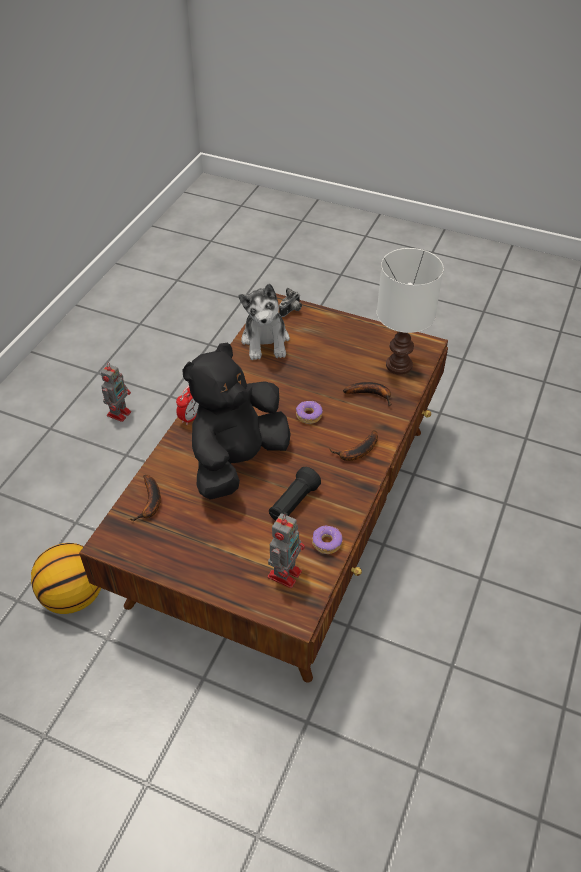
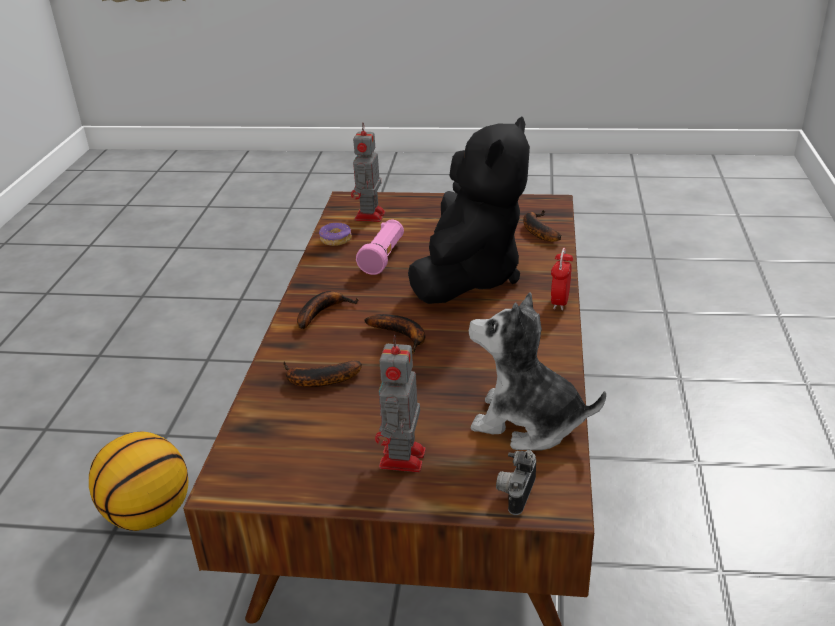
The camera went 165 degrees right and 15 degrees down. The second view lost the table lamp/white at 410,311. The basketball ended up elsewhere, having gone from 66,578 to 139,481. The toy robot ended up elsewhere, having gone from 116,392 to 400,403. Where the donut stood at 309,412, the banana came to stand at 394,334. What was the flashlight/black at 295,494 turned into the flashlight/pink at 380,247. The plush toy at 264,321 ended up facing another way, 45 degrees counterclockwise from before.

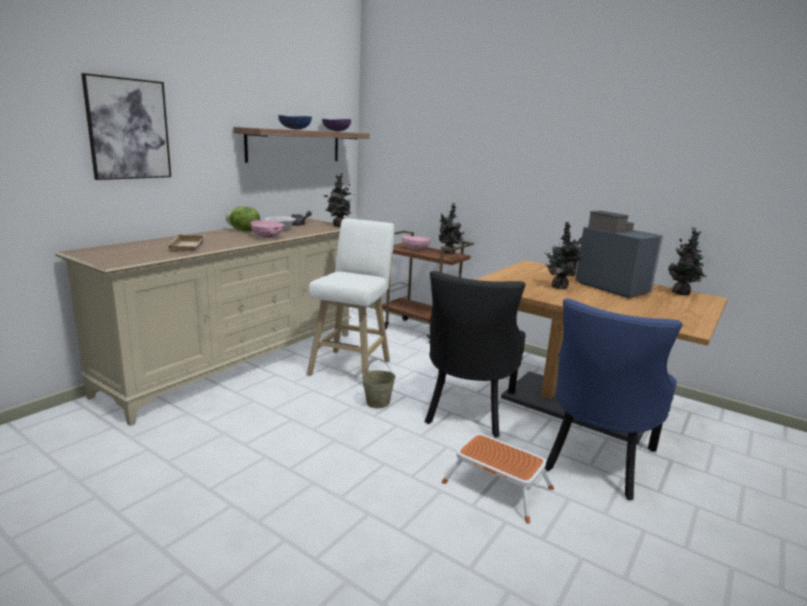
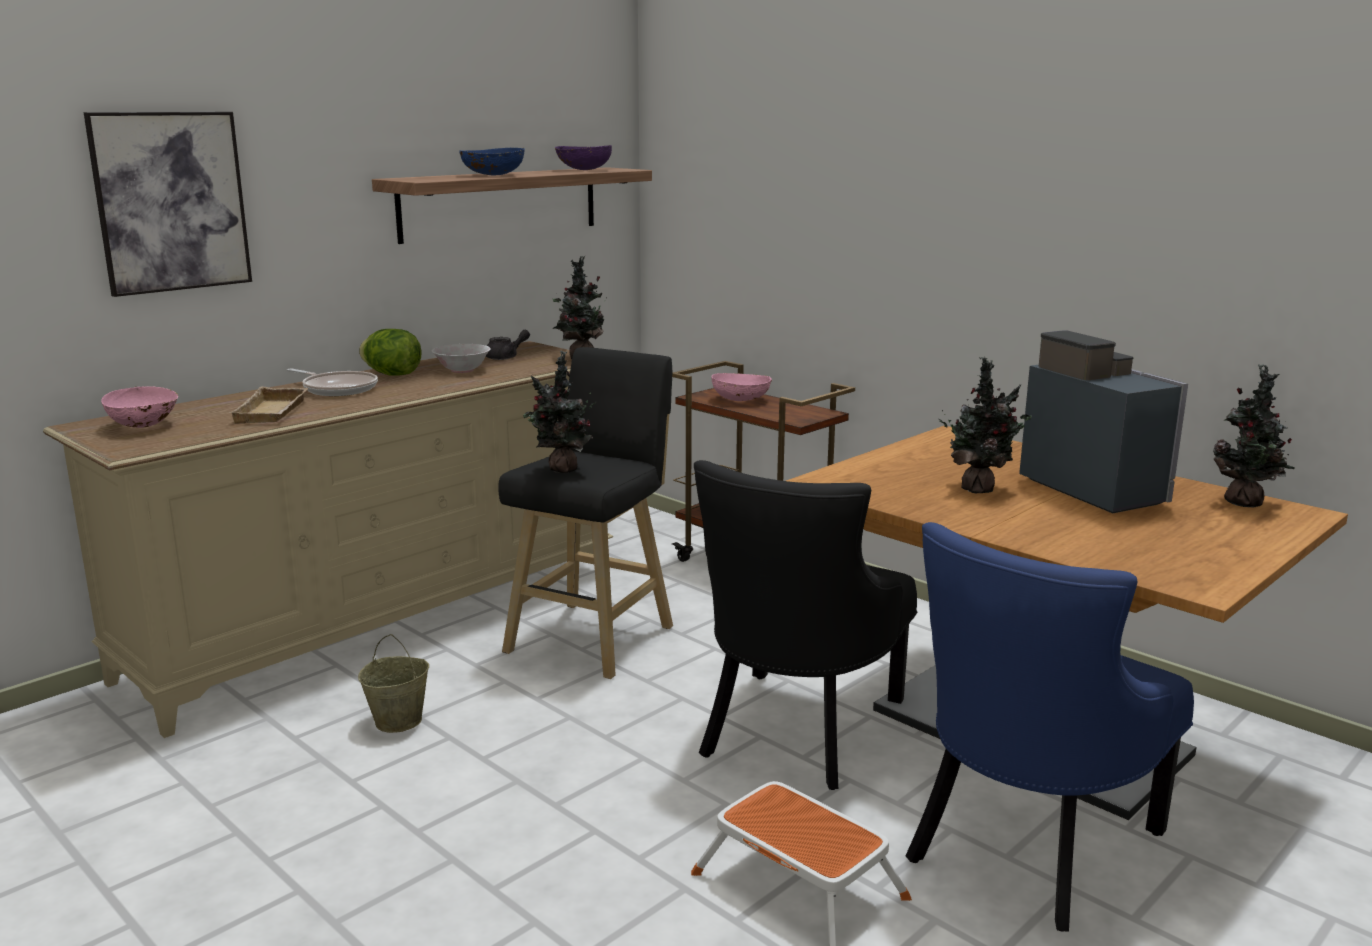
The camera went 10 degrees right and 0 degrees up. The second view gained the frying pan at 332,382. The bowl/pink ended up elsewhere, having gone from 268,229 to 139,407. The bucket/beige ended up elsewhere, having gone from 379,383 to 393,683. The potted plant ended up elsewhere, having gone from 451,228 to 560,412. What was the stool/white at 350,302 turned into the stool/black at 585,513.

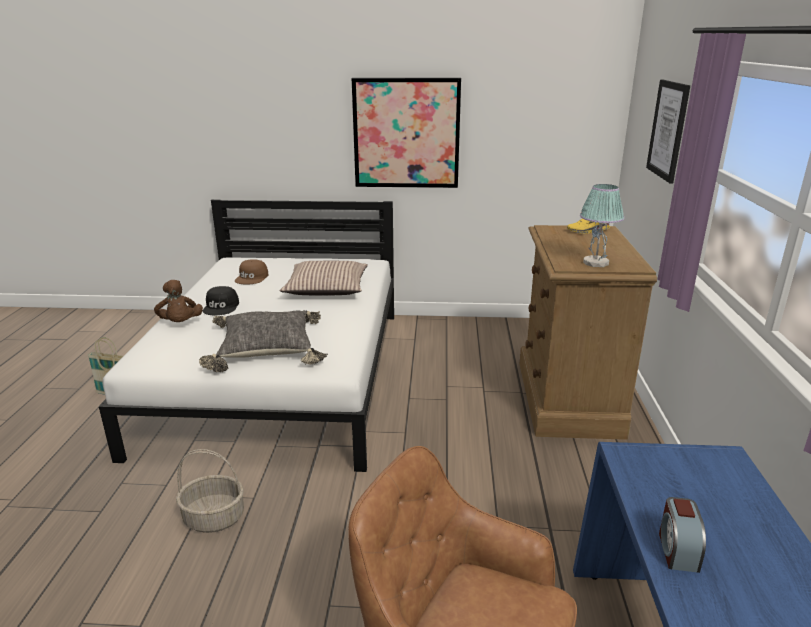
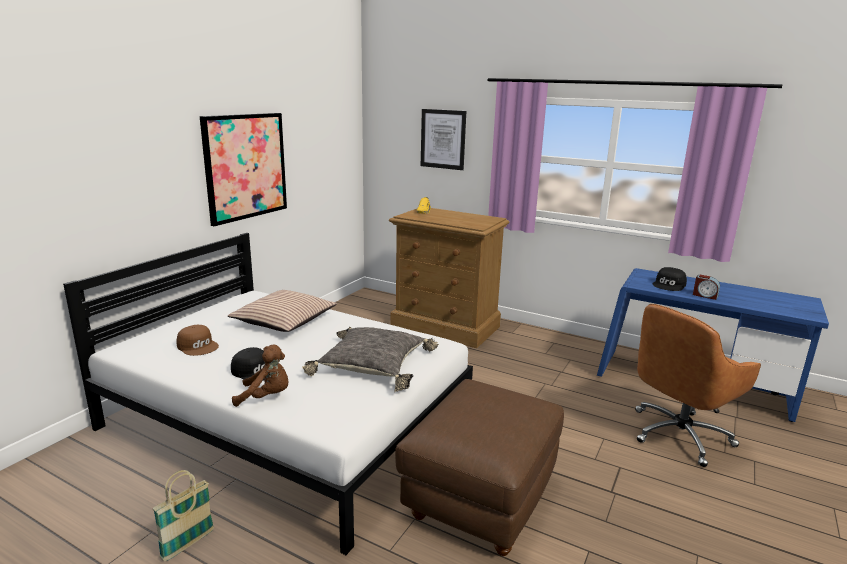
The camera went 65 degrees left and 5 degrees down. The second view lost the table lamp at 602,225. The second view gained the cap/black at 669,279. Where the basket stood at 210,491, the ottoman/brown came to stand at 479,467.

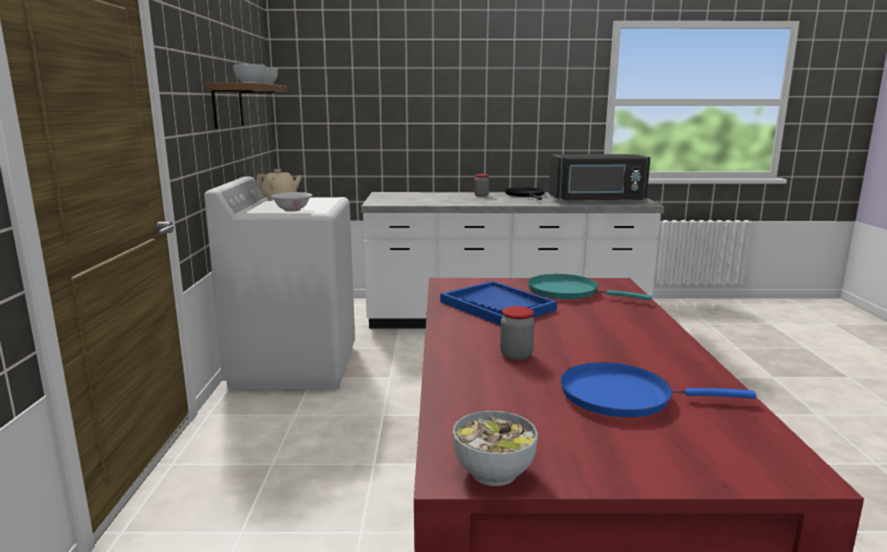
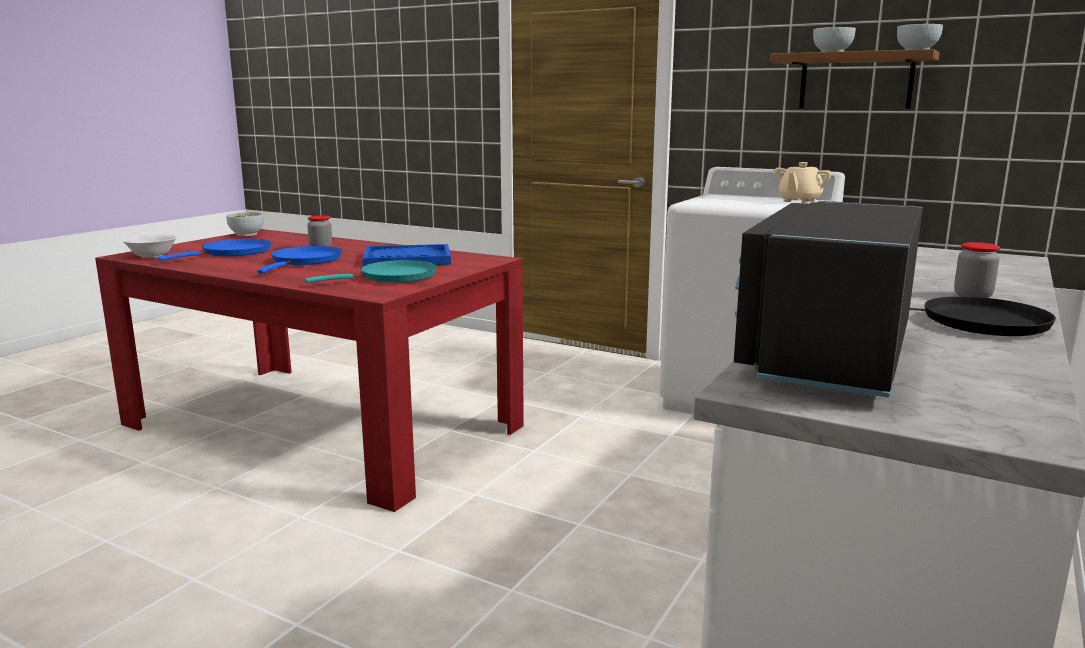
The camera went 120 degrees right and 0 degrees up. The second view gained the frying pan/blue at 299,259. The bowl/white ended up elsewhere, having gone from 291,202 to 149,246.

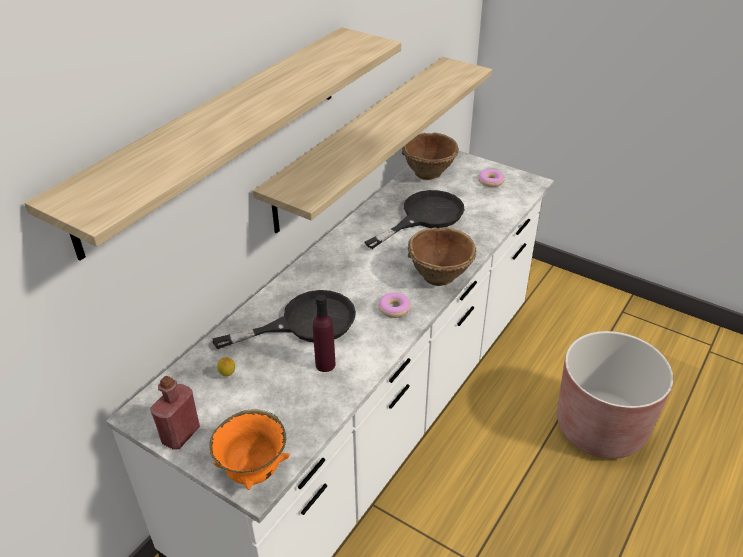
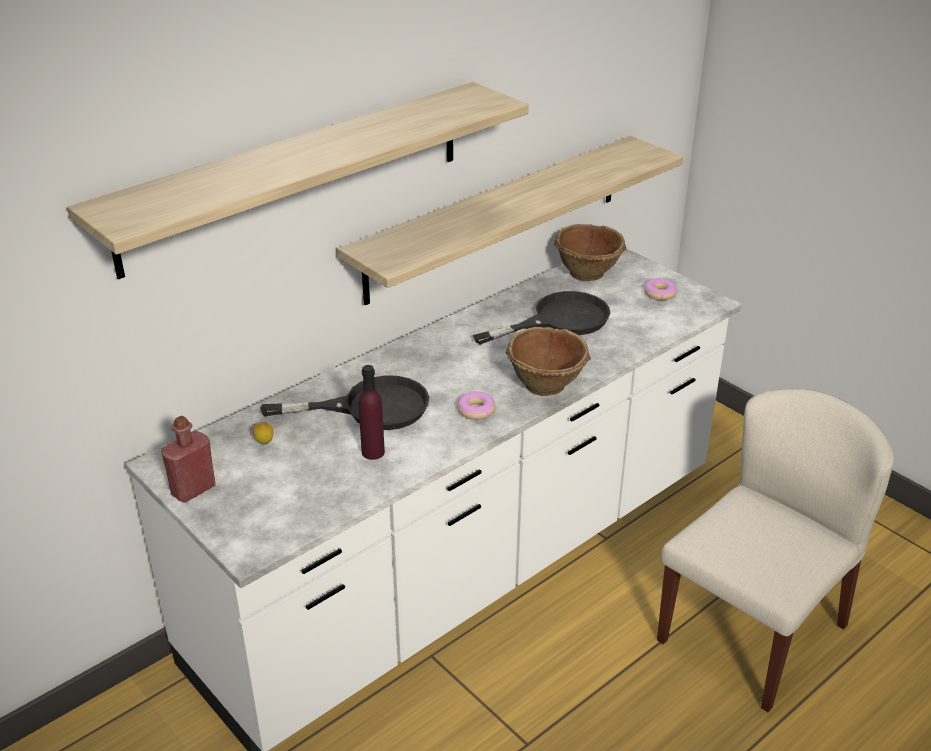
The camera went 15 degrees right and 5 degrees down. The second view lost the bowl/orange at 249,449. Where the planter/brown stood at 615,395, the chair/beige came to stand at 775,550.

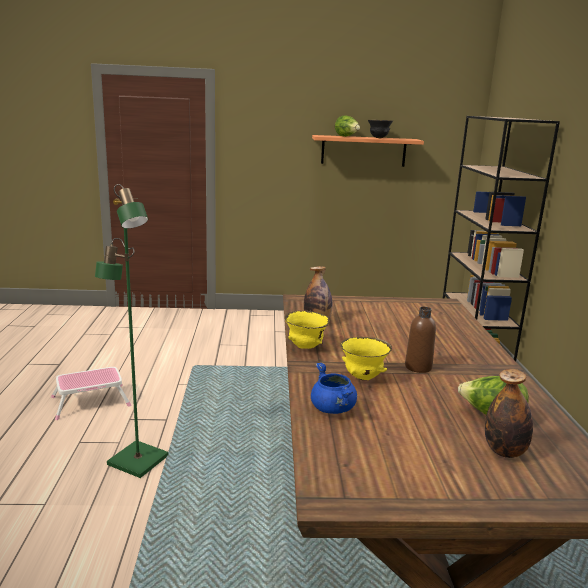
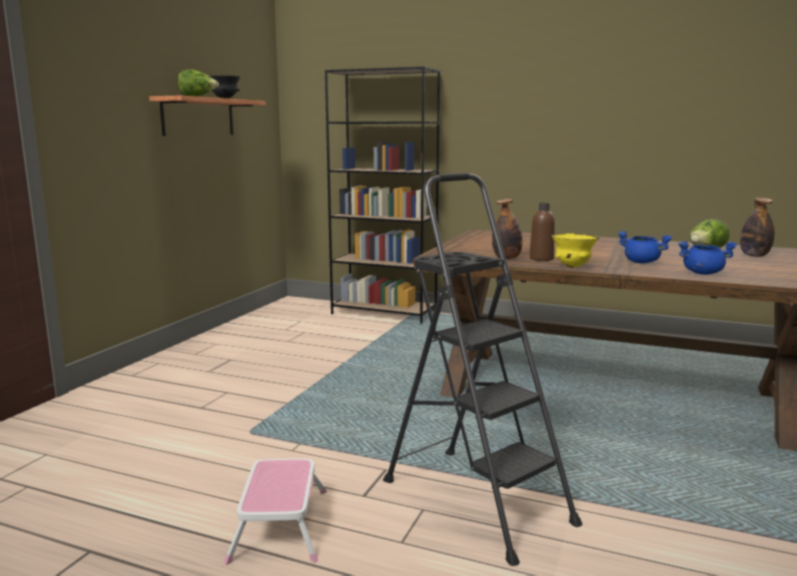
The camera went 65 degrees left and 5 degrees down. The bottle/brown ended up elsewhere, having gone from 420,340 to 542,232. Where the floor lamp/green stood at 131,331, the step ladder came to stand at 482,369. Where the bowl/yellow stood at 366,358, the cooking pot/blue came to stand at 645,247.

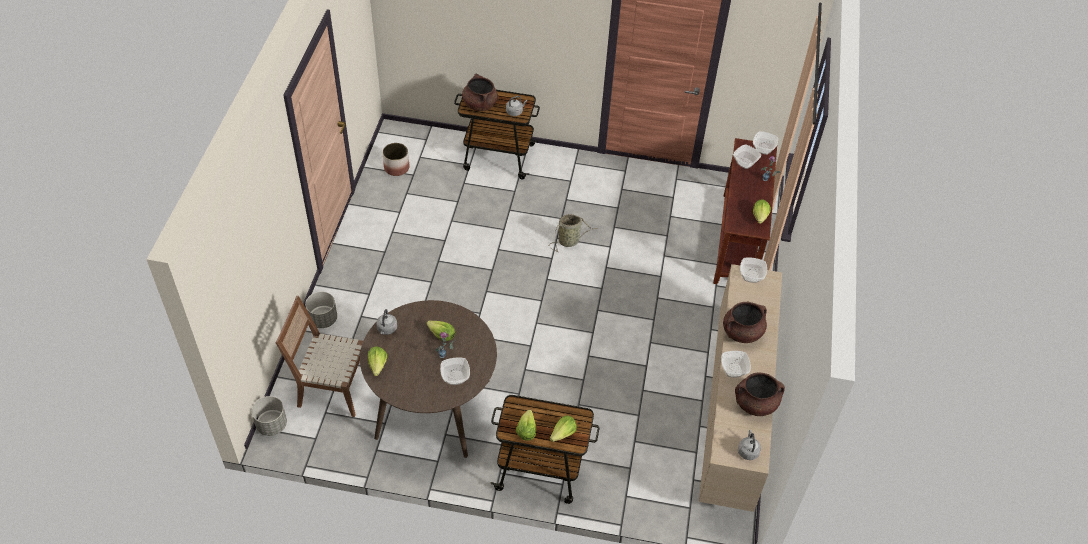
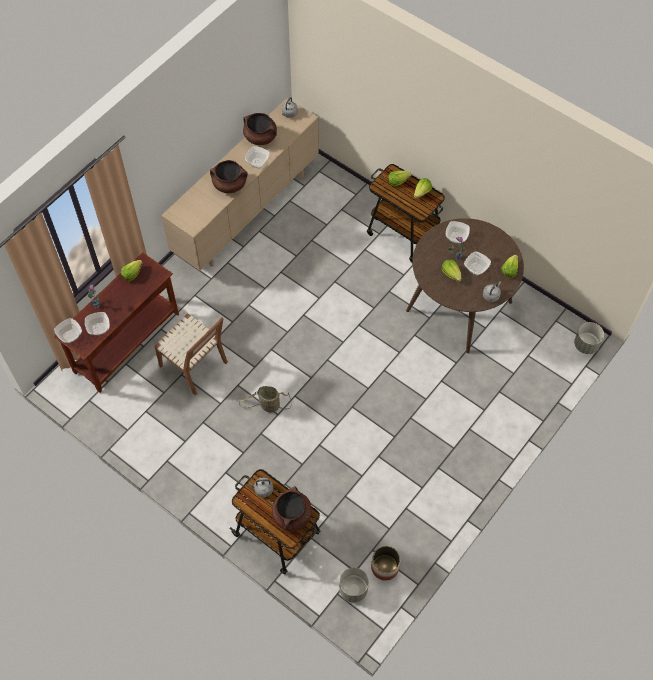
The camera went 150 degrees left and 10 degrees up. The chair ended up elsewhere, having gone from 319,356 to 191,354. The planter/grey ended up elsewhere, having gone from 321,310 to 354,585. The bowl ended up elsewhere, having gone from 753,270 to 477,263.

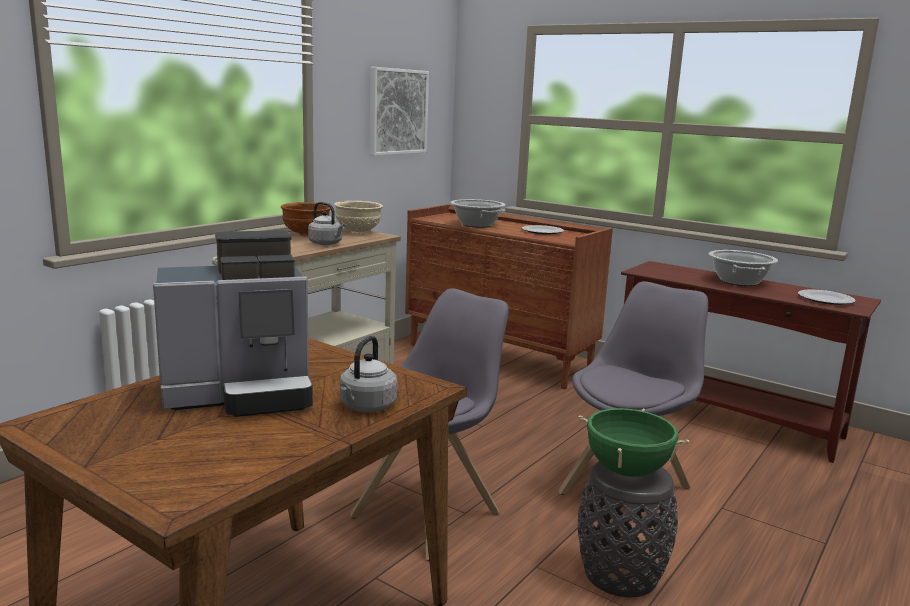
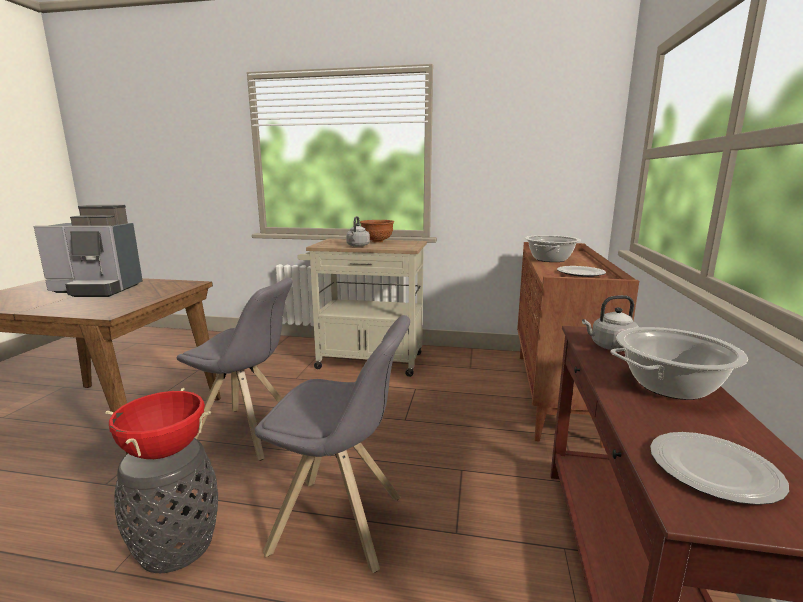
The camera went 65 degrees right and 0 degrees up. The second view lost the bowl/beige at 358,217. The second view lost the picture at 399,111. The kettle/grey ended up elsewhere, having gone from 369,374 to 611,322. What was the cooking pot/green at 633,442 turned into the cooking pot/red at 158,423. The coffee machine at 233,323 ended up facing another way, 45 degrees counterclockwise from before.

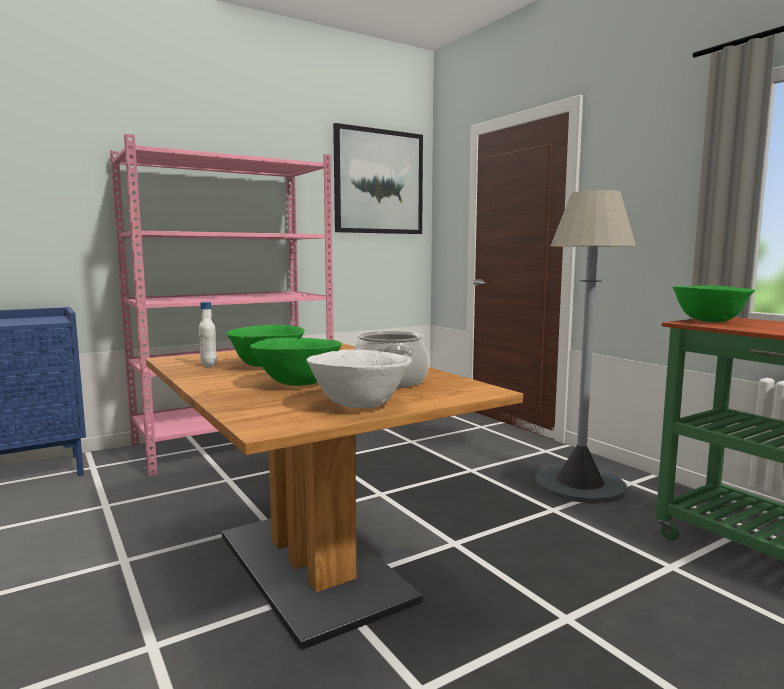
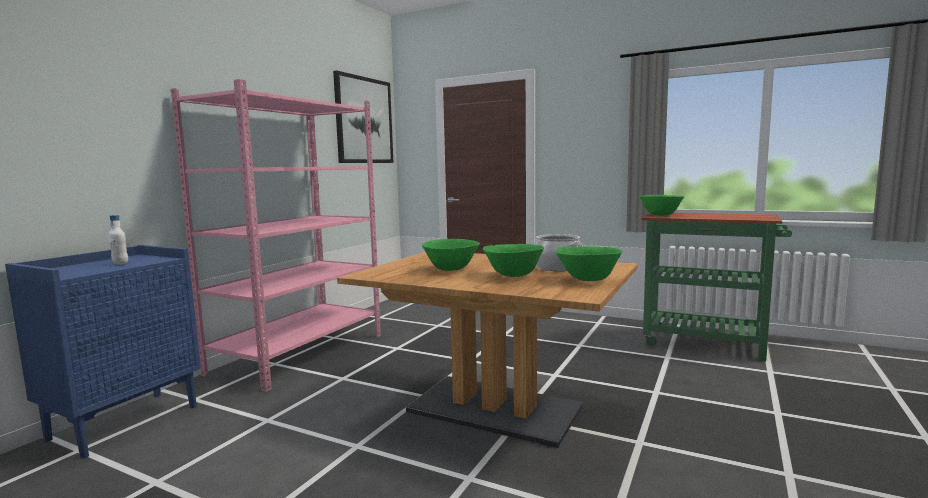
The camera went 30 degrees left and 0 degrees up. The second view lost the floor lamp/grey at 585,347. The bottle/white ended up elsewhere, having gone from 208,334 to 118,240. What was the bowl/white at 359,378 turned into the bowl/green at 589,263.

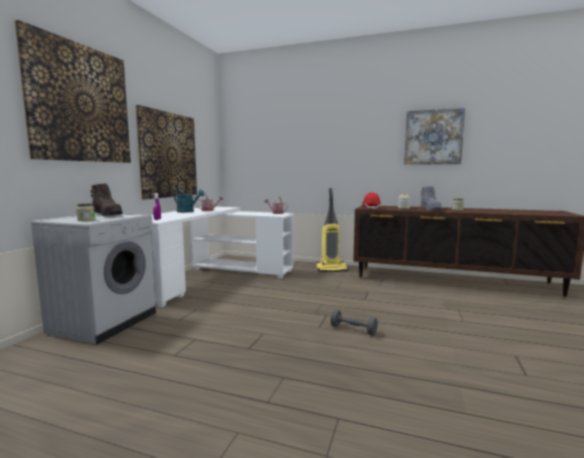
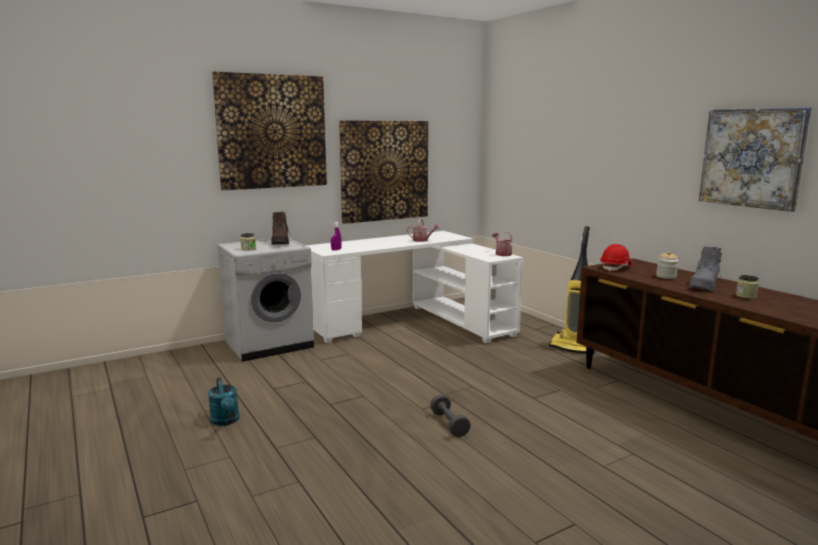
The camera went 40 degrees right and 5 degrees up. The watering can/turquoise ended up elsewhere, having gone from 189,201 to 224,401.

